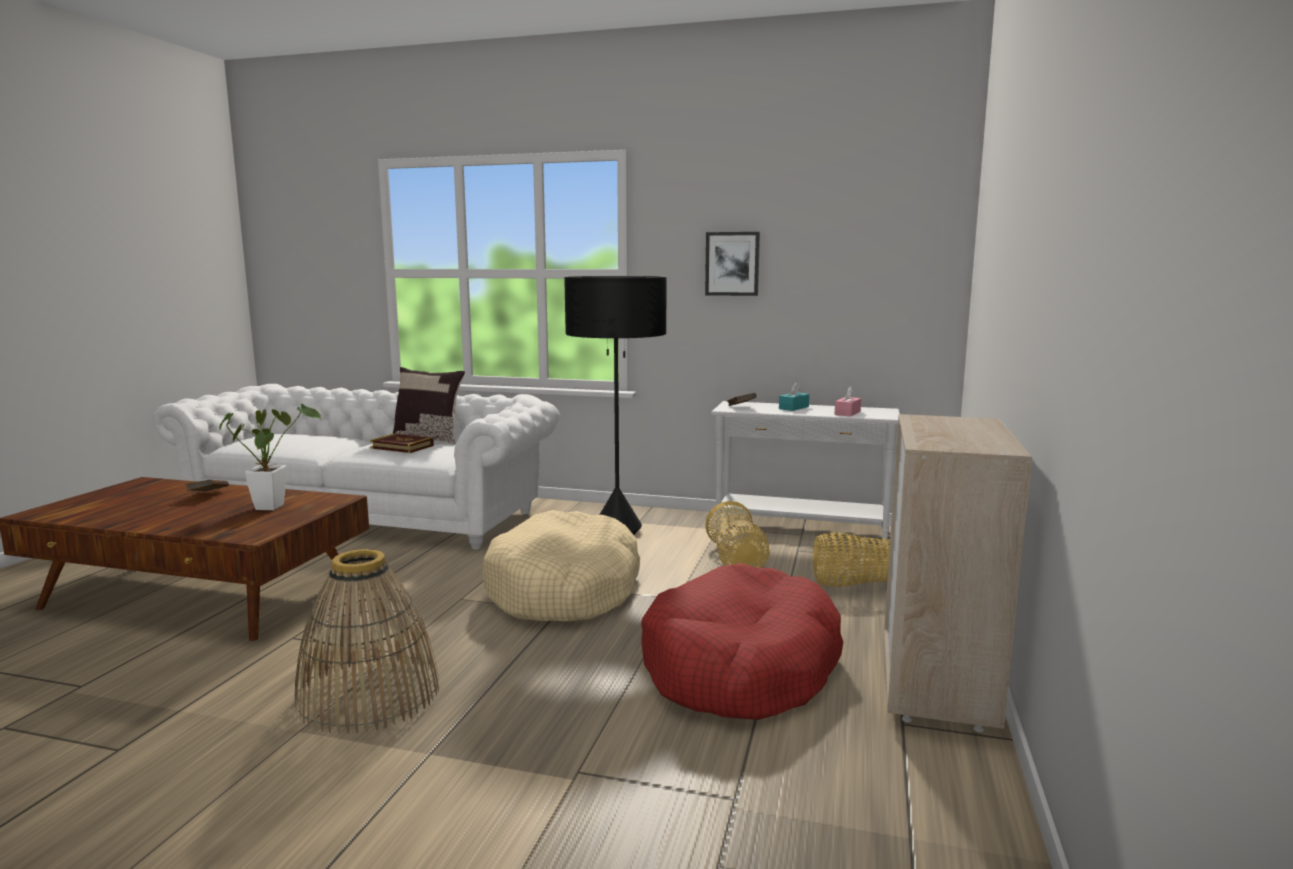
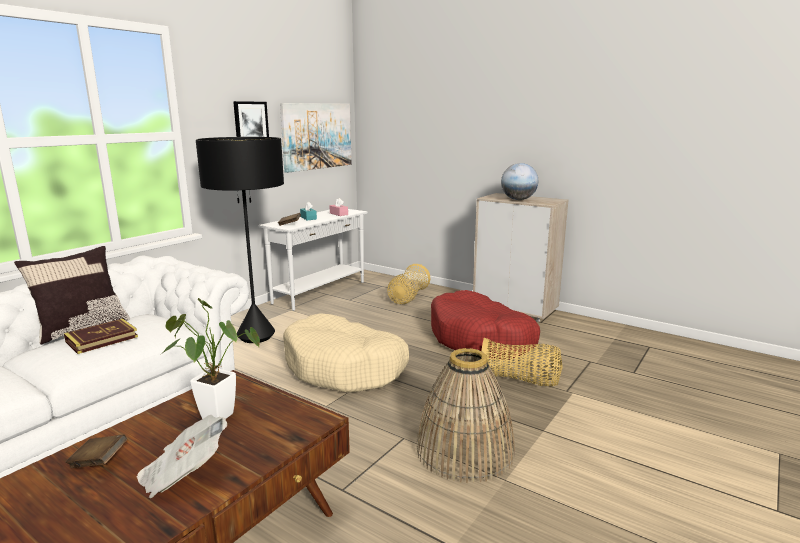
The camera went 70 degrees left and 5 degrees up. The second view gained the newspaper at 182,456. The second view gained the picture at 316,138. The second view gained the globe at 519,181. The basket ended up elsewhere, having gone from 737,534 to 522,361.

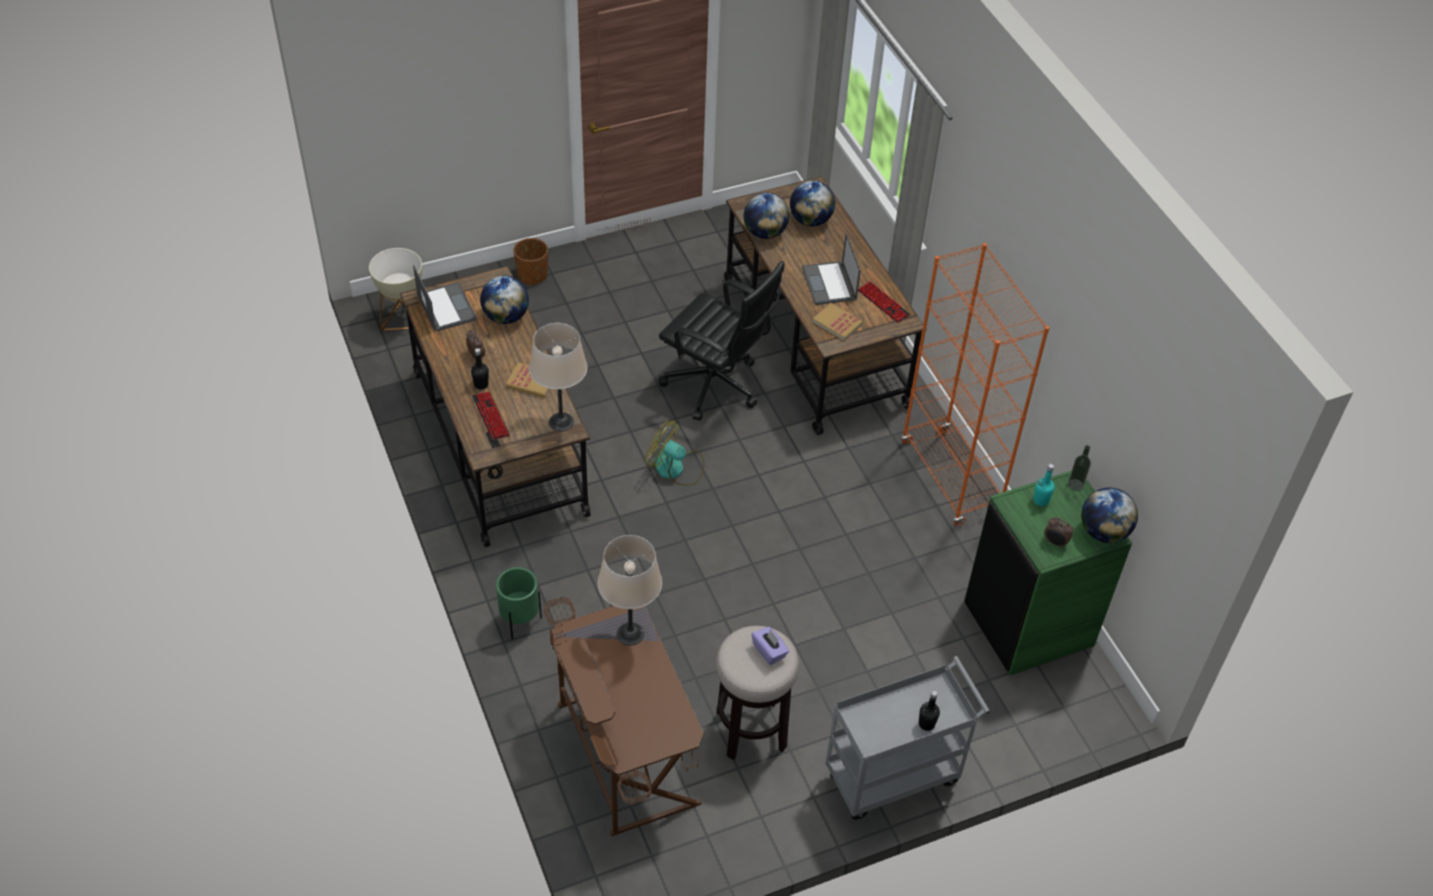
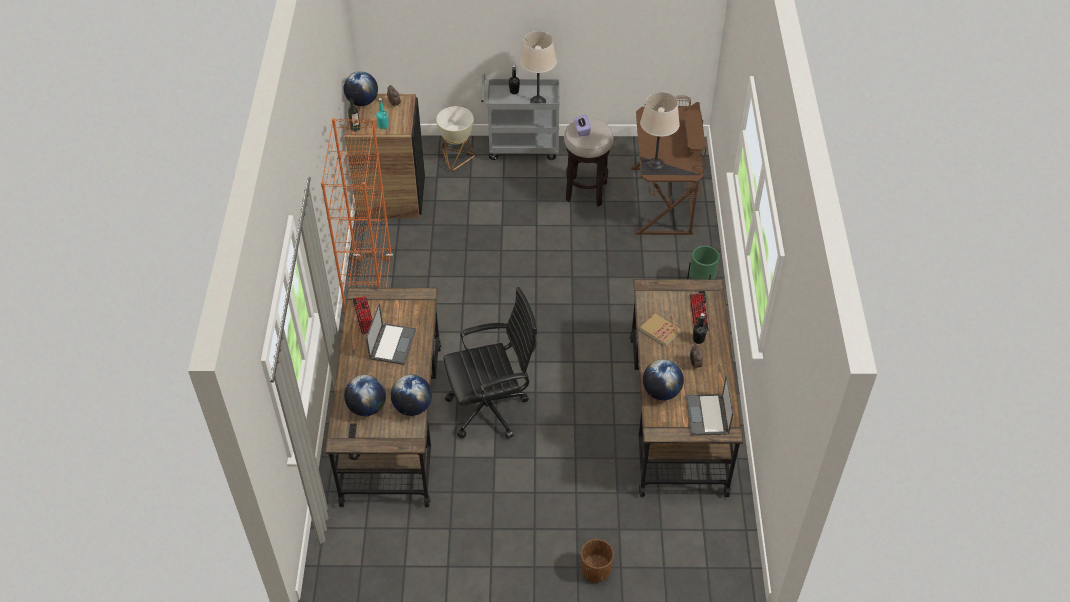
The camera went 155 degrees left and 0 degrees up. The second view lost the fan at 674,453. The second view lost the book at 837,322. The planter ended up elsewhere, having gone from 395,289 to 455,139. The table lamp/beige ended up elsewhere, having gone from 558,377 to 538,67. What was the cabinet/green at 1048,573 turned into the cabinet/brown at 385,156. The office chair/black at 722,341 ended up facing another way, 105 degrees clockwise from before.

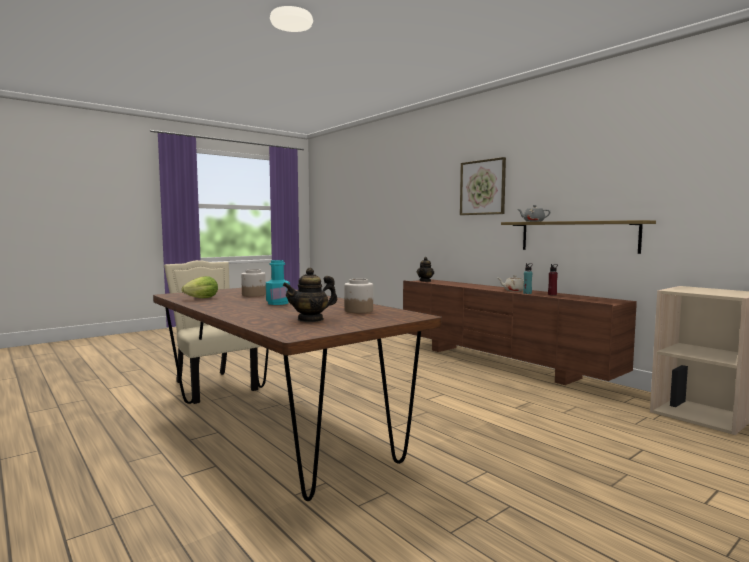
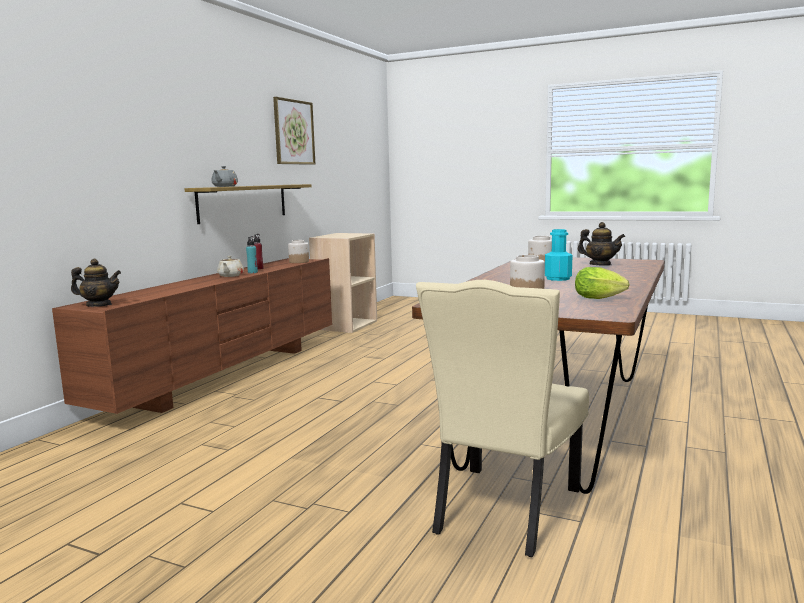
The camera went 115 degrees left and 5 degrees up. The second view gained the jar at 298,251. The picture ended up elsewhere, having gone from 483,186 to 294,131.

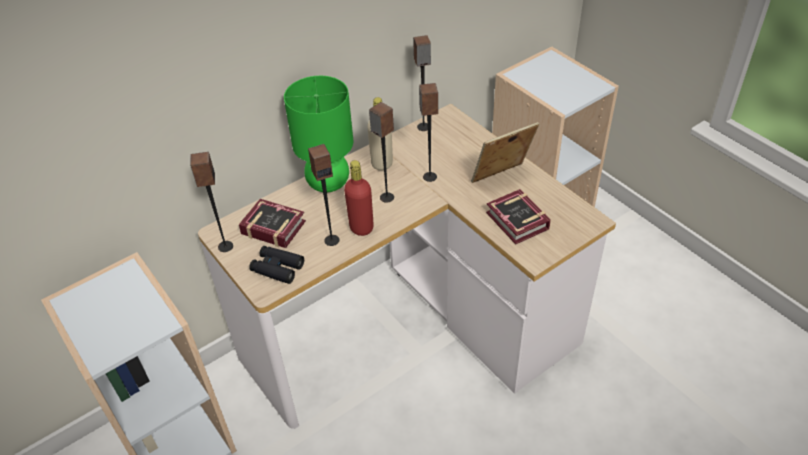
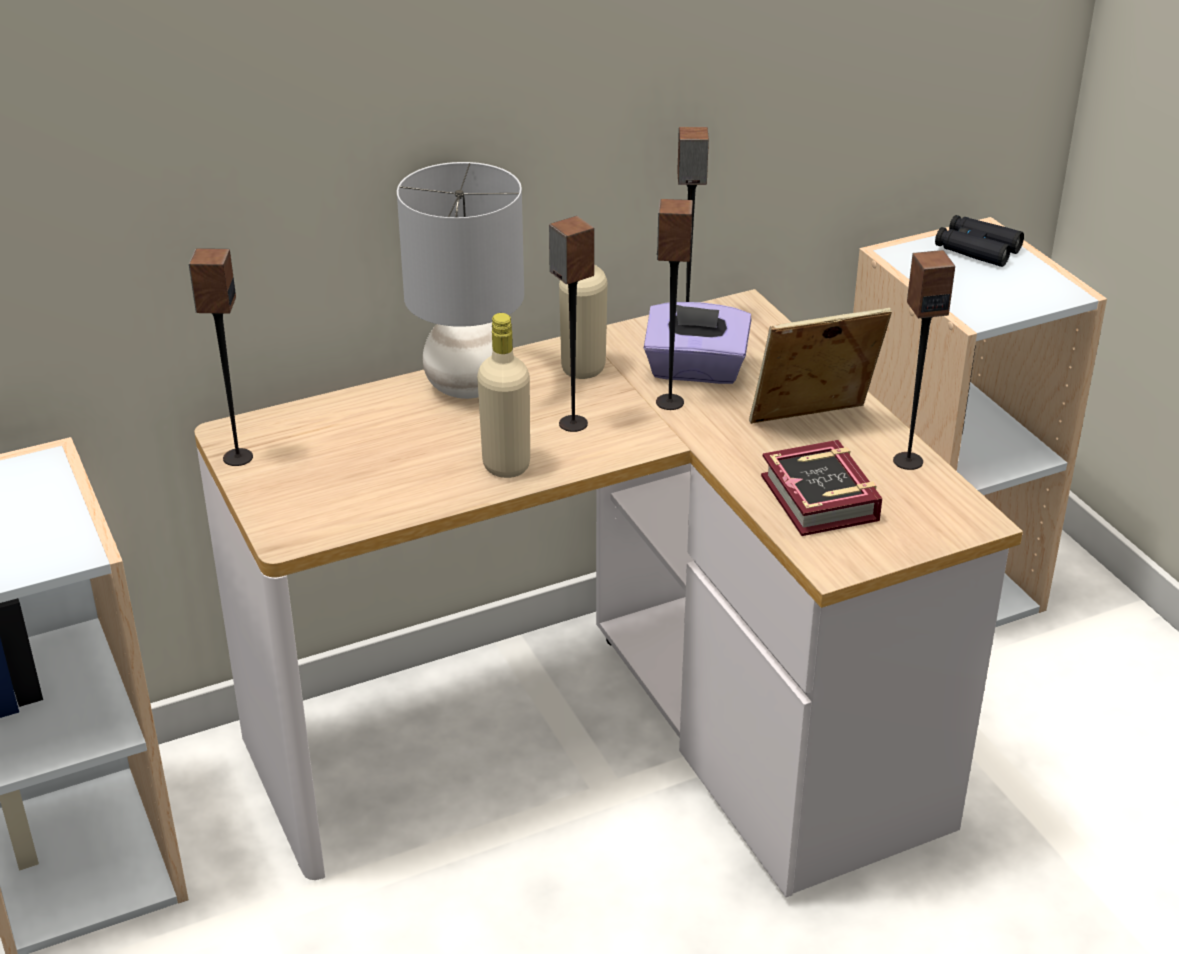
The camera went 10 degrees right and 10 degrees down. The second view lost the book at 272,223. The second view gained the tissue box/purple at 698,343. The binoculars/black ended up elsewhere, having gone from 276,265 to 979,241. The speaker ended up elsewhere, having gone from 323,195 to 924,360. What was the table lamp/green at 318,134 turned into the table lamp/grey at 460,280. What was the bottle/red at 359,198 turned into the bottle/beige at 503,395.

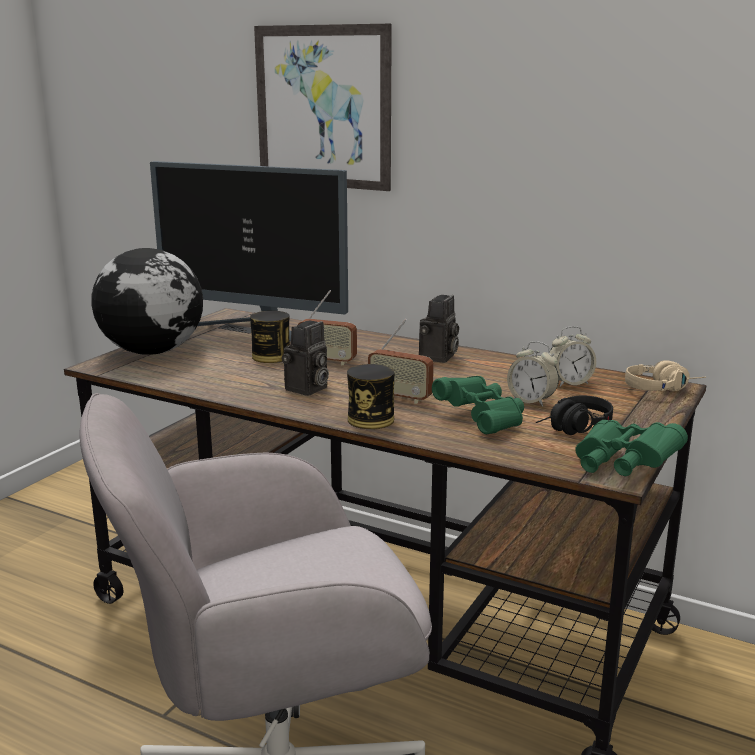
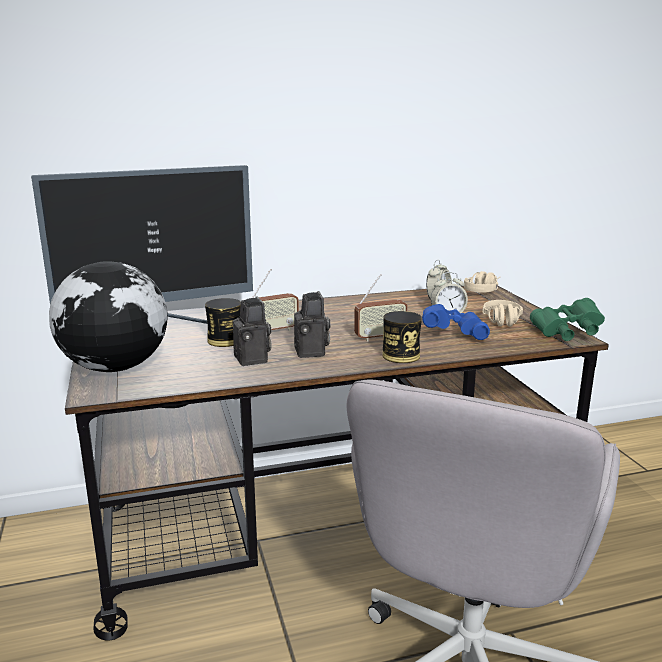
The camera went 45 degrees left and 0 degrees up. The second view lost the picture at 323,107. The photo camera ended up elsewhere, having gone from 439,329 to 252,331. What was the binoculars/green at 478,405 turned into the binoculars/blue at 456,322. What was the headphones/black at 574,415 turned into the headphones/beige at 502,313.

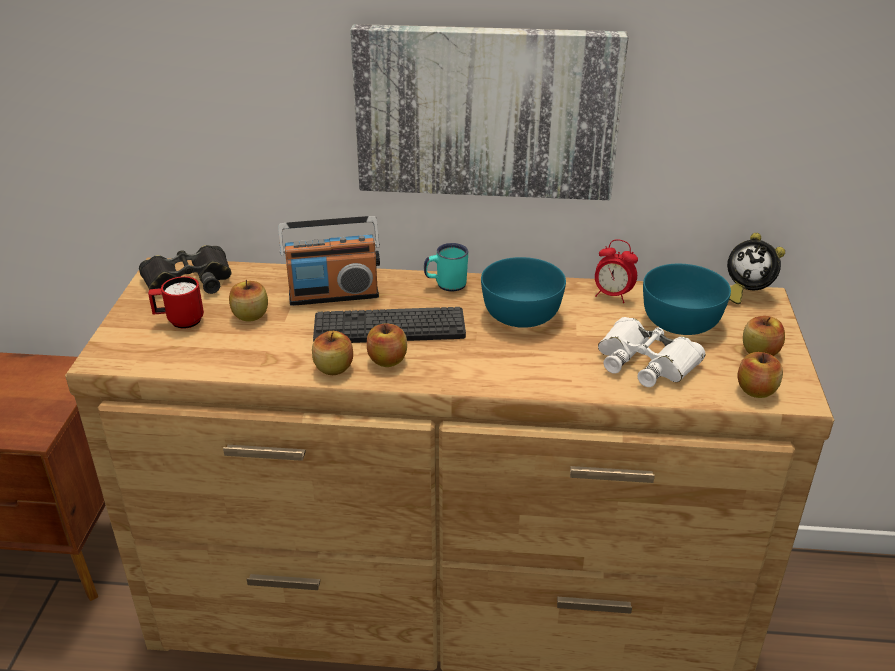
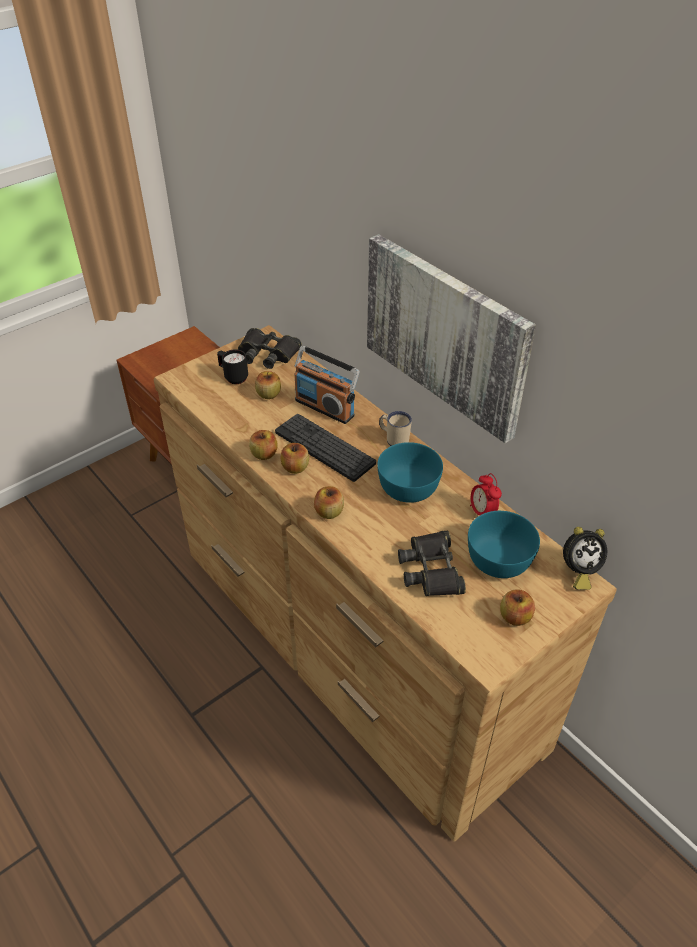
The camera went 45 degrees right and 10 degrees up. The apple ended up elsewhere, having gone from 760,375 to 329,502. What was the mug/red at 176,302 turned into the mug/black at 232,366. What was the mug/turquoise at 446,267 turned into the mug/beige at 395,428. What was the binoculars/white at 651,352 turned into the binoculars/black at 432,563. The alarm clock at 756,268 ended up facing another way, 90 degrees counterclockwise from before.

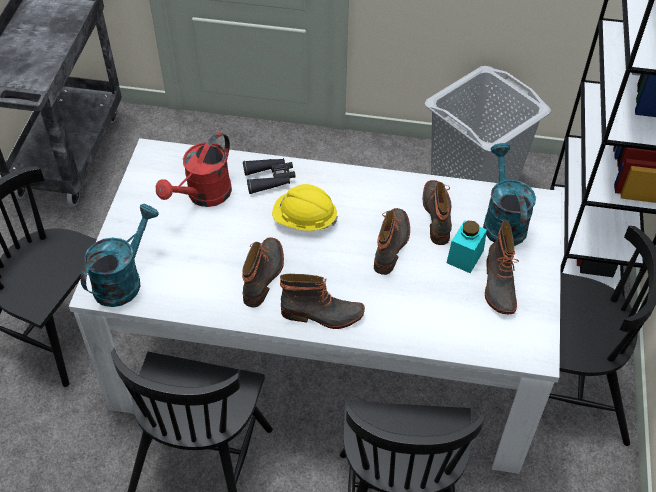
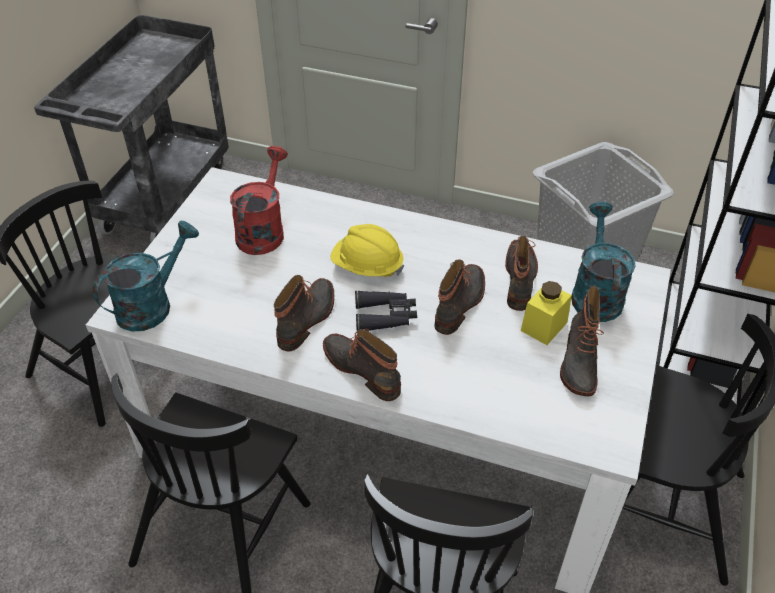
The camera went 10 degrees right and 5 degrees down. The binoculars/black ended up elsewhere, having gone from 269,176 to 386,310. What was the jar/turquoise at 466,246 turned into the jar/yellow at 546,313. The watering can/red at 194,169 ended up facing another way, 150 degrees clockwise from before. The boot at 322,301 ended up facing another way, 150 degrees counterclockwise from before.

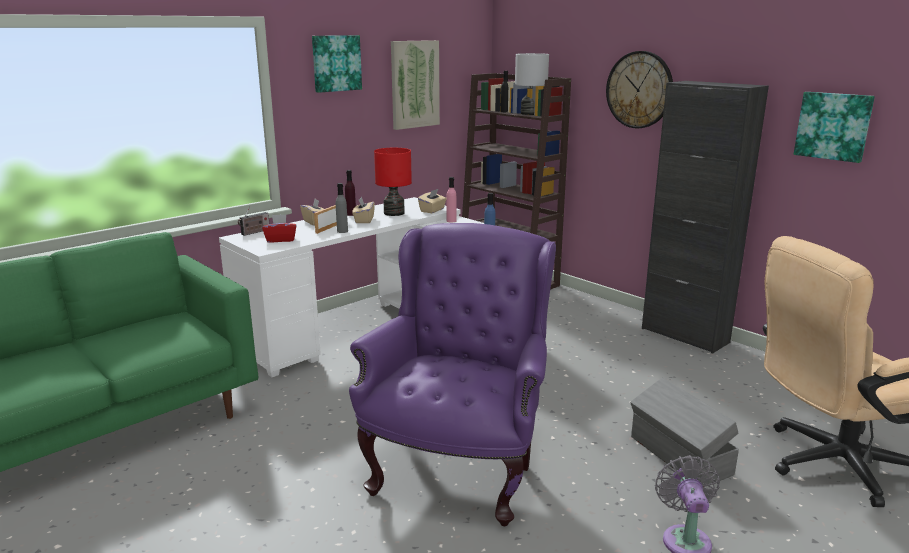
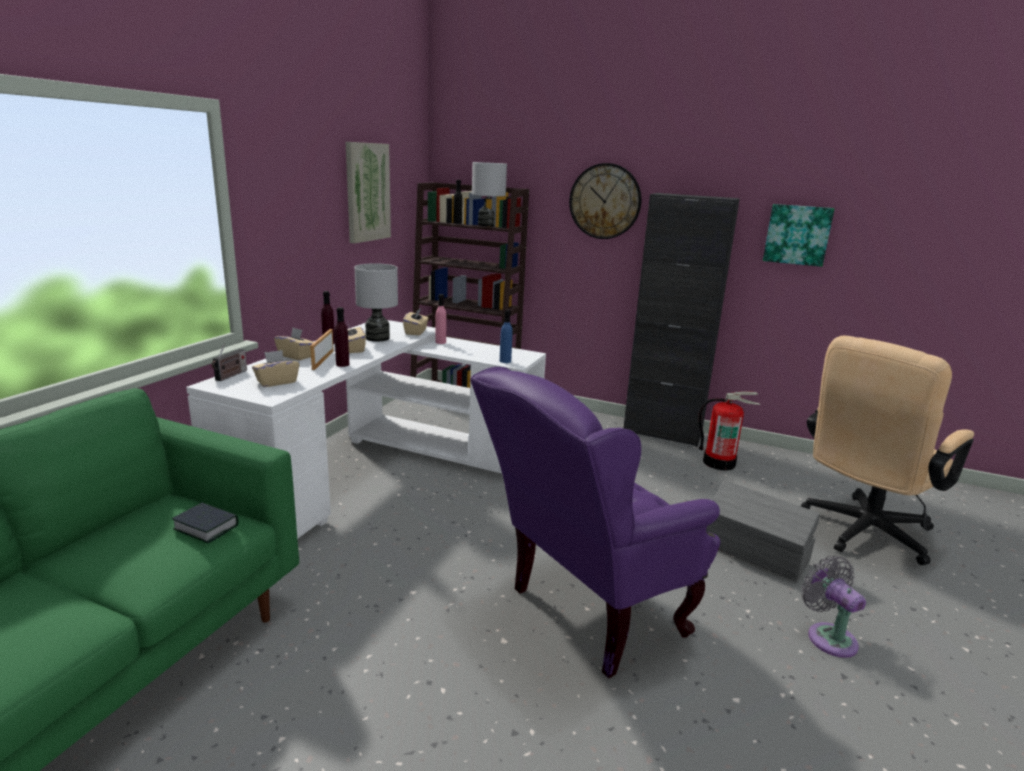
The camera went 25 degrees left and 0 degrees up. The second view lost the picture at 337,64. The second view gained the book at 205,523. The second view gained the fire extinguisher at 729,430. What was the tissue box/red at 279,228 turned into the tissue box/beige at 276,368. What was the bottle/grey at 342,208 turned into the bottle/purple at 342,337. What was the table lamp/red at 393,182 turned into the table lamp/grey at 376,302. The armchair/purple at 452,374 ended up facing another way, 120 degrees counterclockwise from before.

